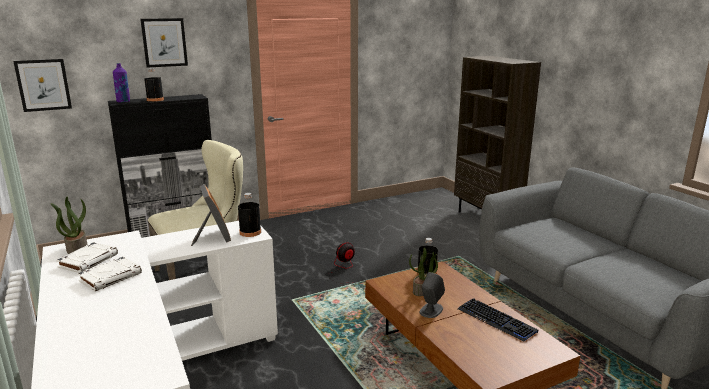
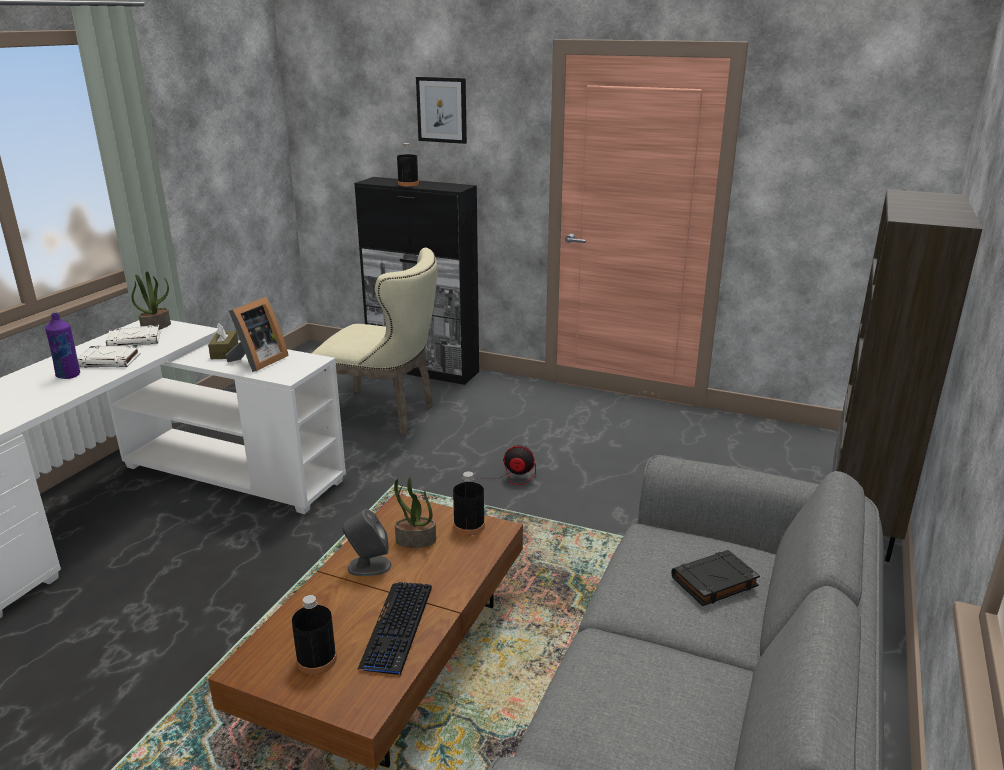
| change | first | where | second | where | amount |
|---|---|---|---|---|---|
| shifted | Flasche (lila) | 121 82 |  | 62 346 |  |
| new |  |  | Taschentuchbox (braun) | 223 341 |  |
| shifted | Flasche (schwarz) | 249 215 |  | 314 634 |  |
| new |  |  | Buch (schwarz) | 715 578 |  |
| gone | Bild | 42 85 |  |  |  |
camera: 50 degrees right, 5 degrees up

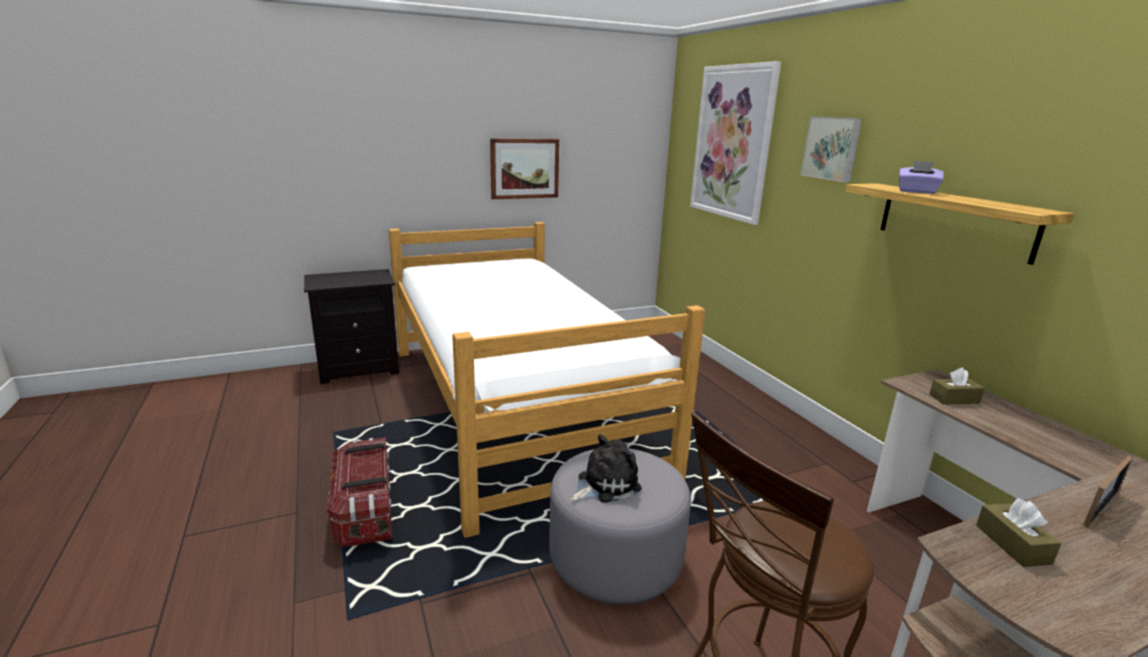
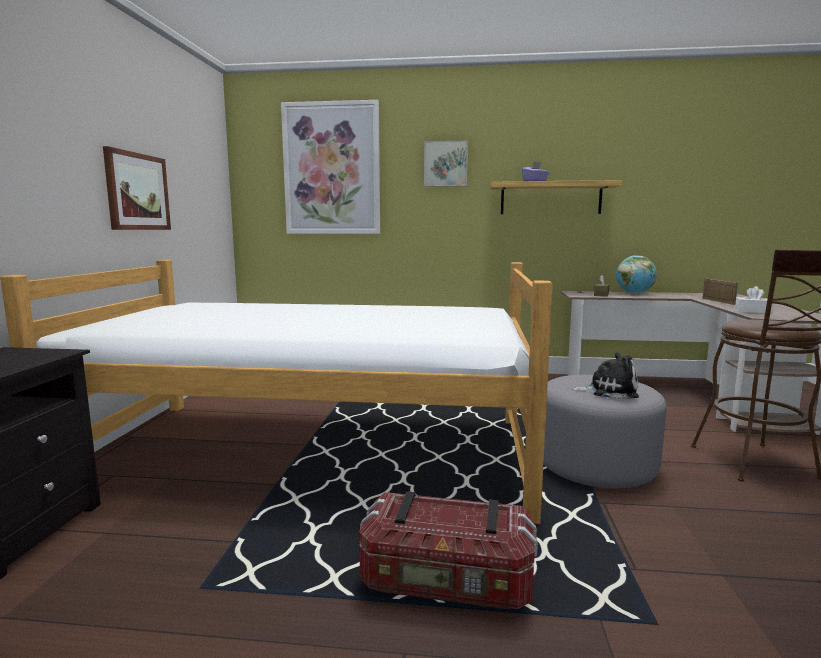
| change | first | where | second | where | amount |
|---|---|---|---|---|---|
| rotated | Plüschtier | 606 468 |  | 605 375 | 105 degrees clockwise |
| new |  |  | Globus | 636 274 |  |
| repainted | Taschentuchbox (braun) | 1018 532 | Taschentuchbox (weiß) | 754 300 |  |
camera: 60 degrees left, 10 degrees down

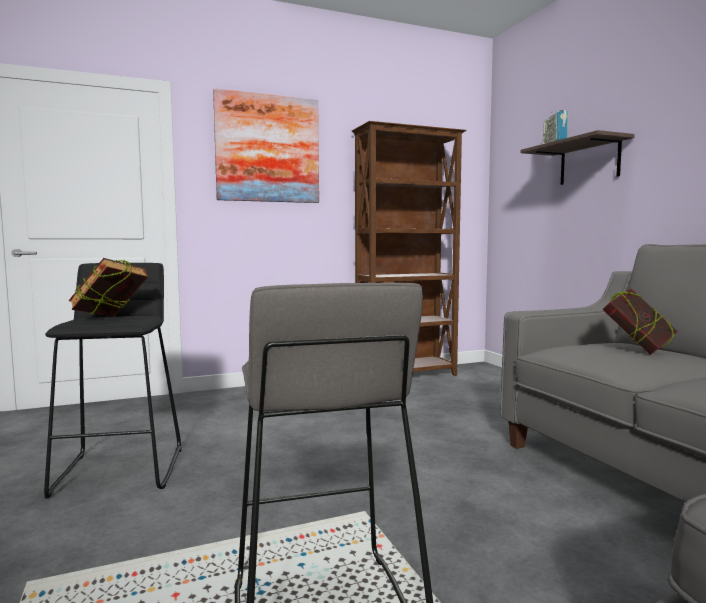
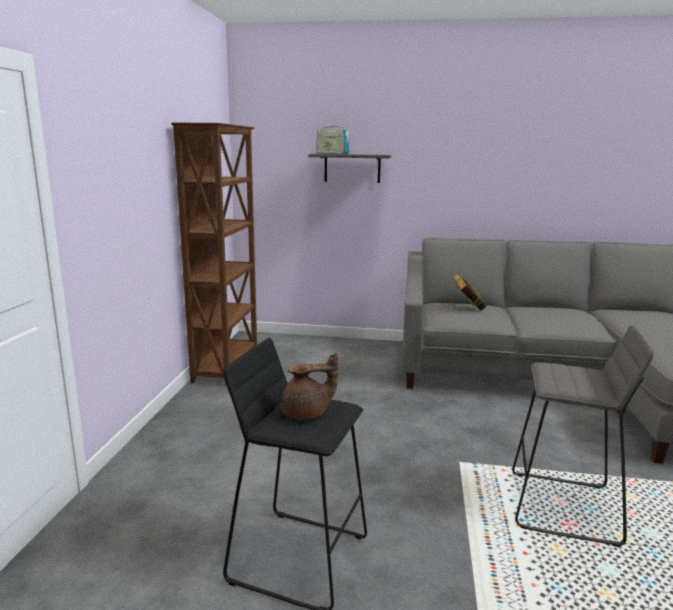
| change | first | where | second | where | amount |
|---|---|---|---|---|---|
| swapped | Buch | 108 287 | Teekanne (braun) | 309 386 |  |
| gone | Bild | 266 146 |  |  |  |
camera: 60 degrees left, 10 degrees up

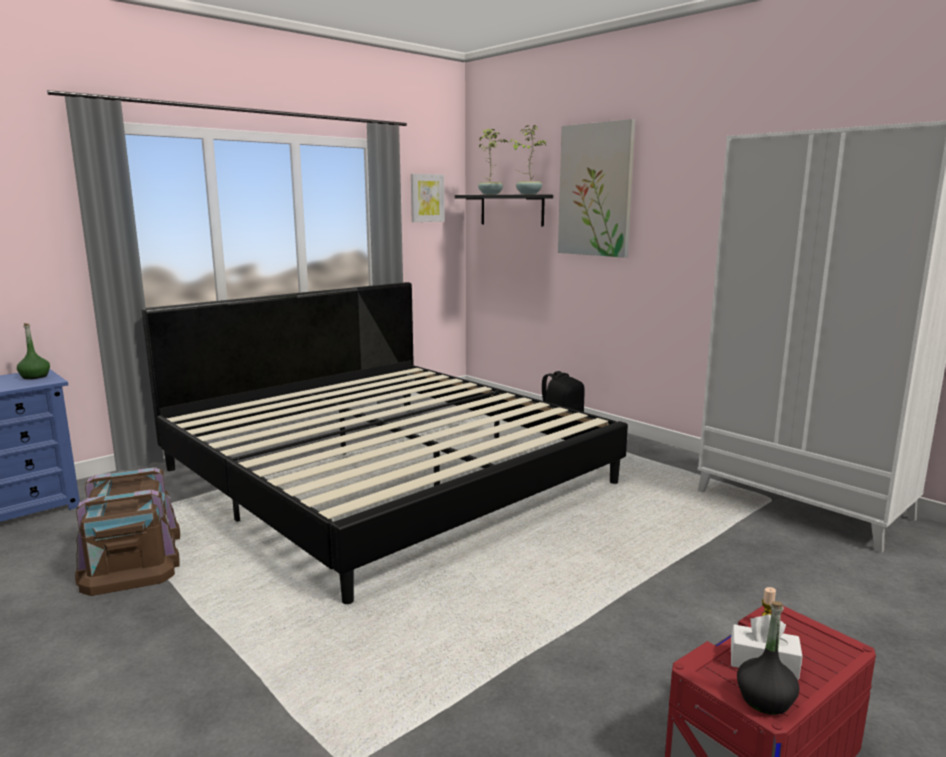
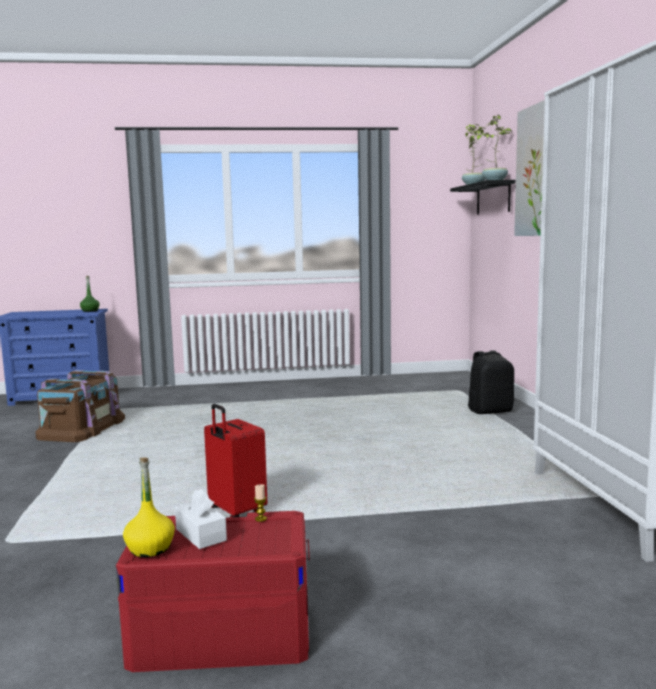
| change | first | where | second | where | amount |
|---|---|---|---|---|---|
| repainted | Flasche (schwarz) | 768 658 | Flasche (gelb) | 149 507 |  |
| new |  |  | Koffer (rot) | 235 460 |  |
| gone | Bett | 385 443 |  |  |  |
| gone | Bild | 428 198 |  |  |  |
camera: 35 degrees right, 5 degrees down

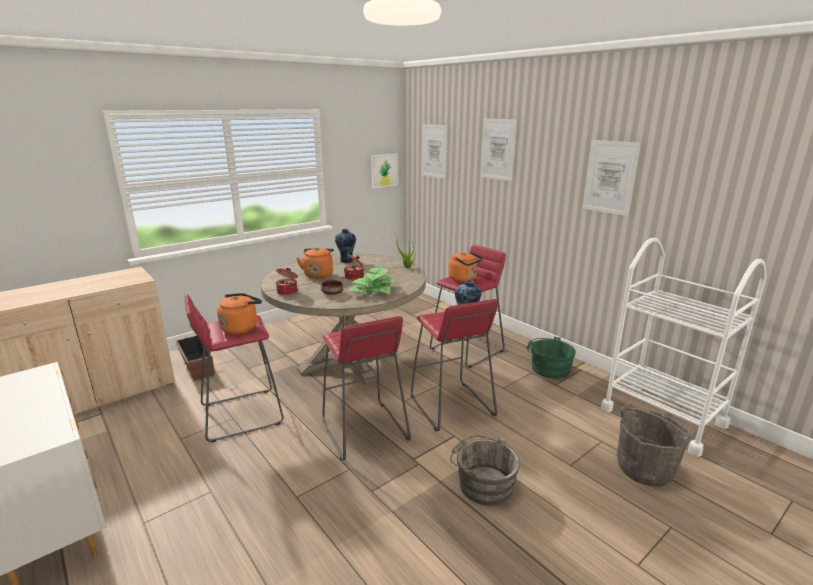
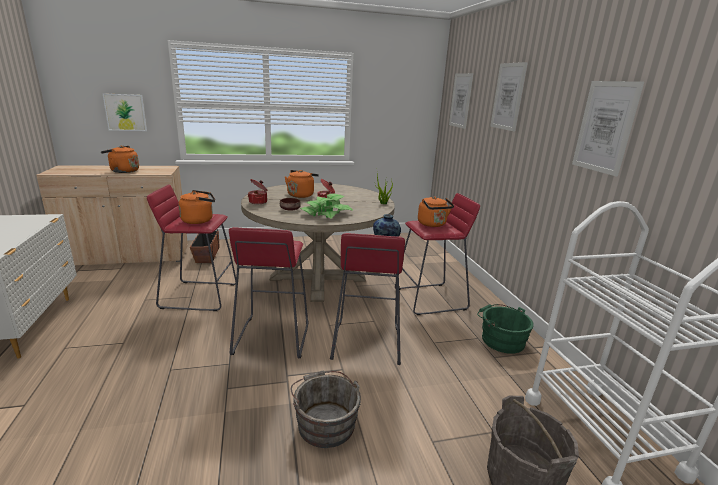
| change | first | where | second | where | amount |
|---|---|---|---|---|---|
| new |  |  | Wasserkessel (orange) | 120 159 |  |
| shifted | Bild | 384 171 |  | 124 112 |  |
| gone | Vase | 345 246 |  |  |  |
camera: 25 degrees right, 0 degrees up

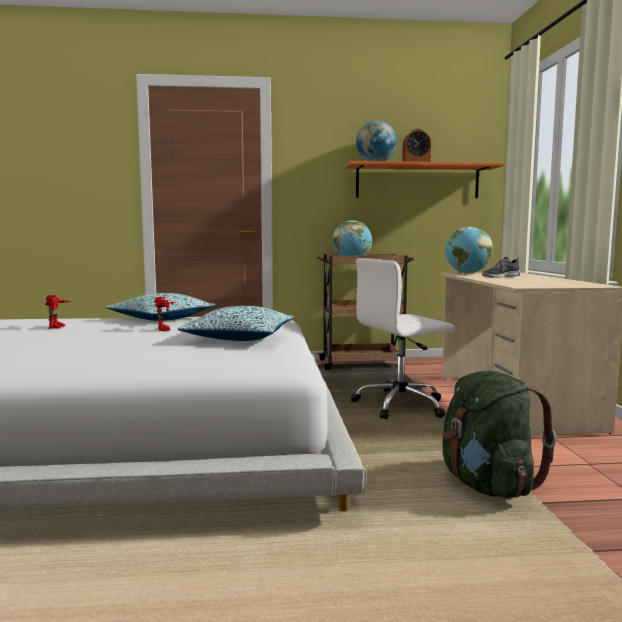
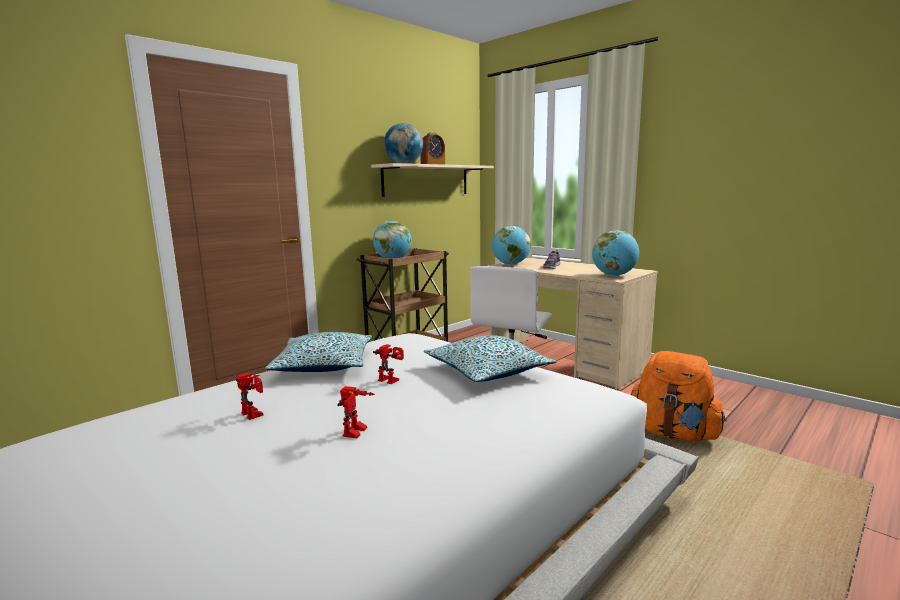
| change | first | where | second | where | amount |
|---|---|---|---|---|---|
| new |  |  | Spielzeugroboter | 356 412 |  |
| repainted | Wandregal (orange) | 424 179 | Wandregal (beige) | 432 180 |  |
| new |  |  | Globus | 615 253 |  |
| repainted | Rucksack (grün) | 500 435 | Rucksack (orange) | 678 396 |  |
camera: 40 degrees left, 5 degrees up

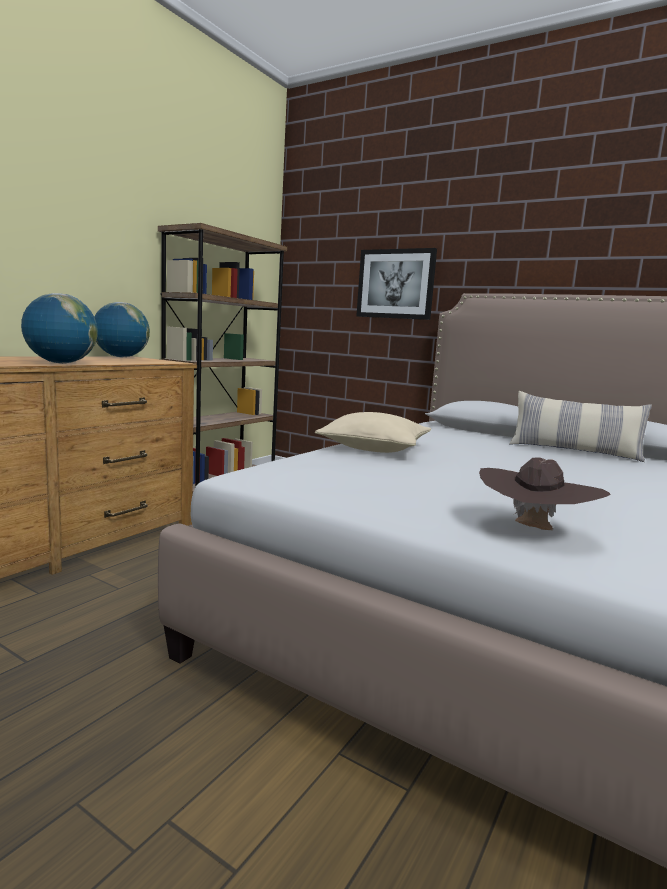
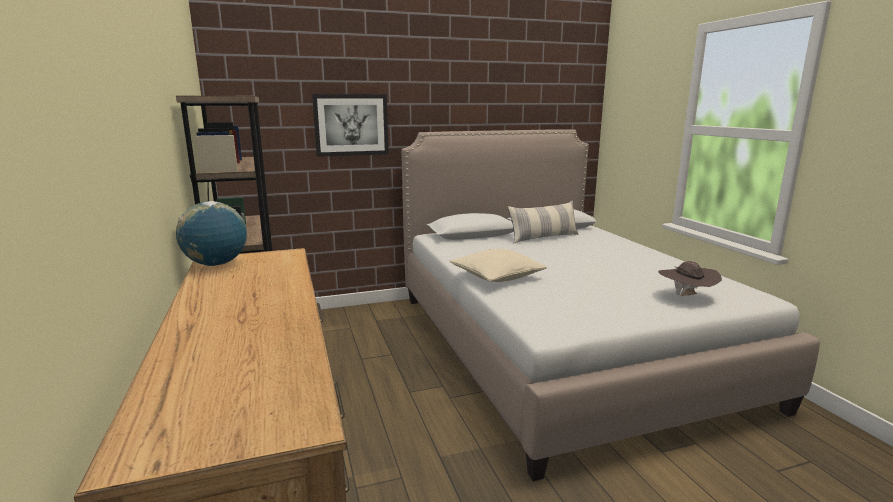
| change | first | where | second | where | amount |
|---|---|---|---|---|---|
| gone | Globus | 59 328 |  |  |  |
camera: 50 degrees left, 5 degrees up

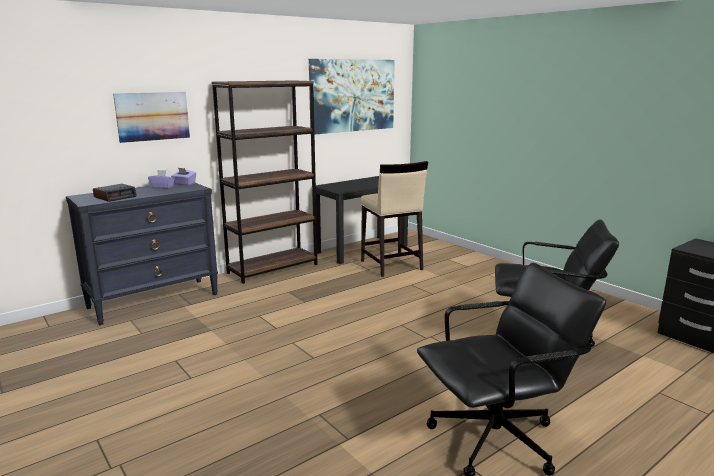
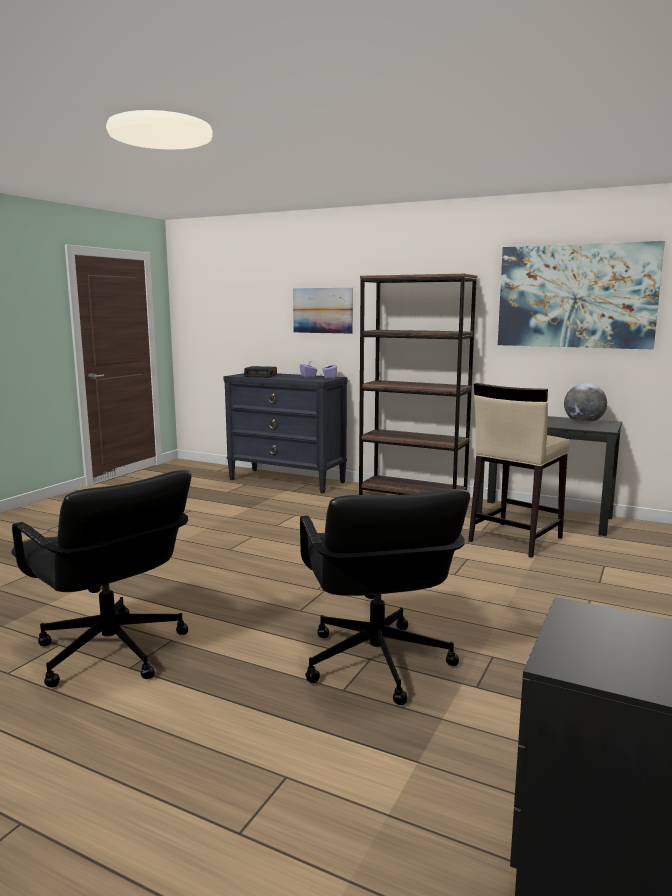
| change | first | where | second | where | amount |
|---|---|---|---|---|---|
| new |  |  | Globus | 585 403 |  |
camera: 65 degrees right, 5 degrees down

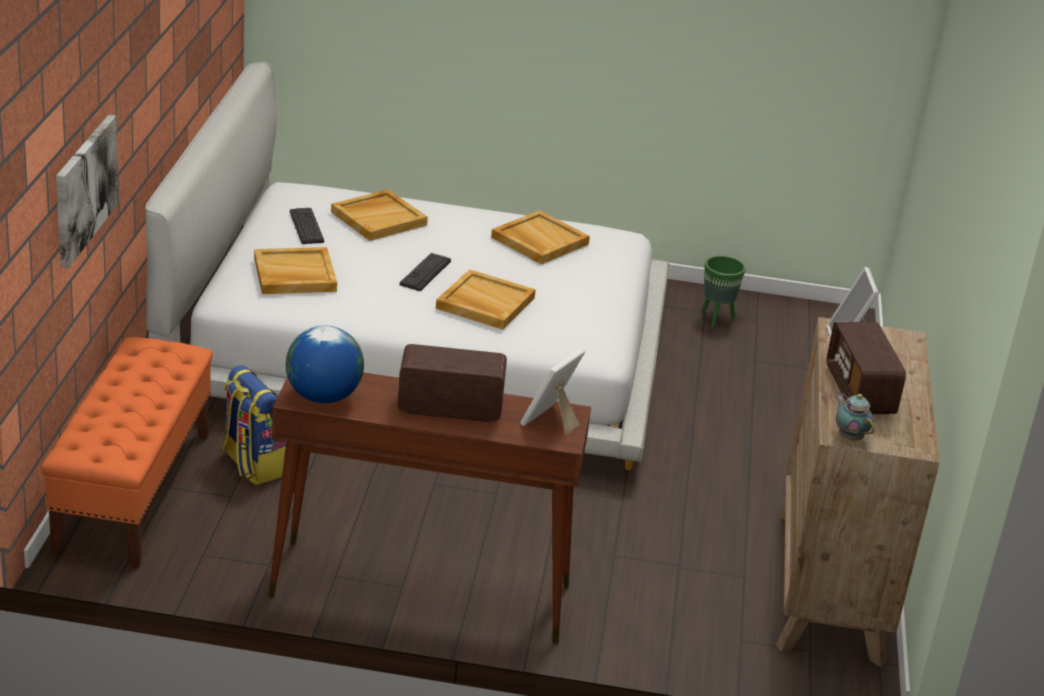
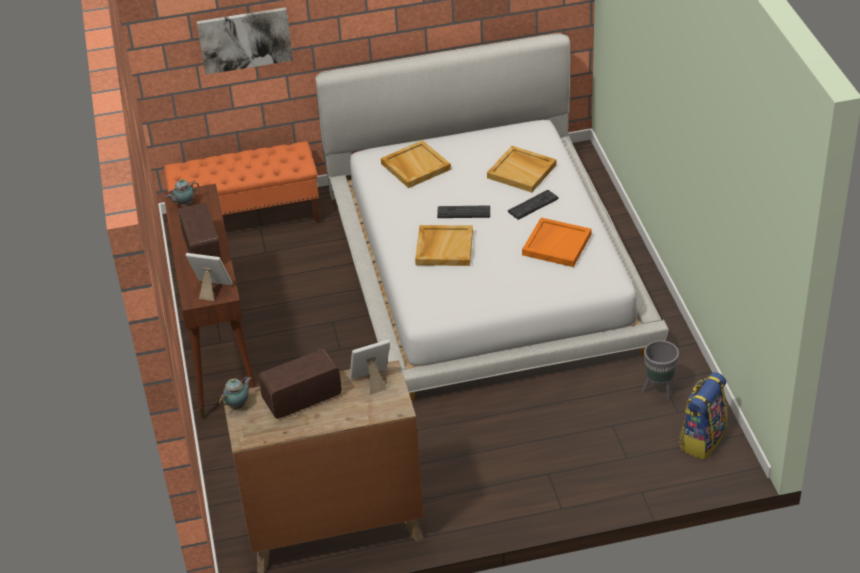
| change | first | where | second | where | amount |
|---|---|---|---|---|---|
| swapped | Globus | 325 365 | Teekanne | 182 192 |  |
| shifted | Tastatur | 307 226 |  | 533 205 |  |
| repainted | Tablett (beige) | 540 237 | Tablett (orange) | 557 242 |  |
| repainted | Pflanzkübel (grün) | 723 292 | Pflanzkübel (grau) | 660 370 |  |
| shifted | Rucksack | 253 425 |  | 703 416 |  |
camera: 75 degrees right, 10 degrees up

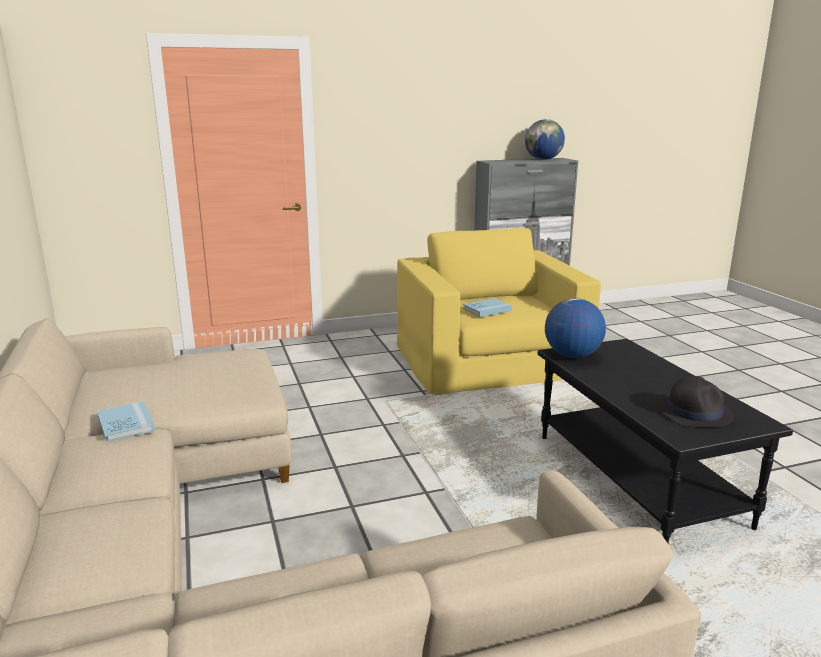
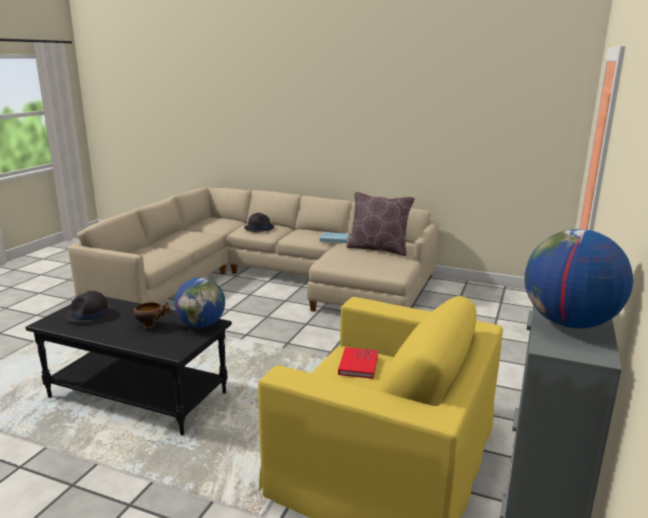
| change | first | where | second | where | amount |
|---|---|---|---|---|---|
| new |  |  | Schüssel | 151 315 |  |
| new |  |  | Hut (schwarz) | 259 223 |  |
| repainted | Buch (blau) | 487 307 | Buch (rot) | 358 363 |  |
| new |  |  | Kissen (braun) | 380 224 |  |
camera: 130 degrees right, 0 degrees up

